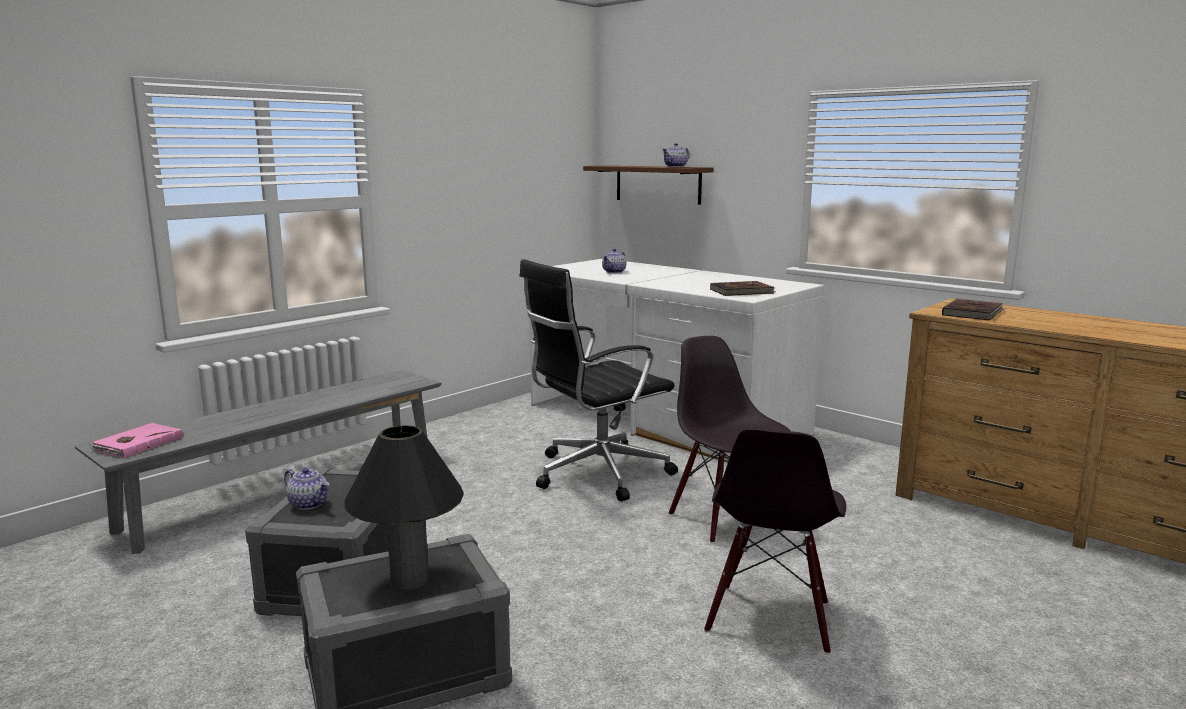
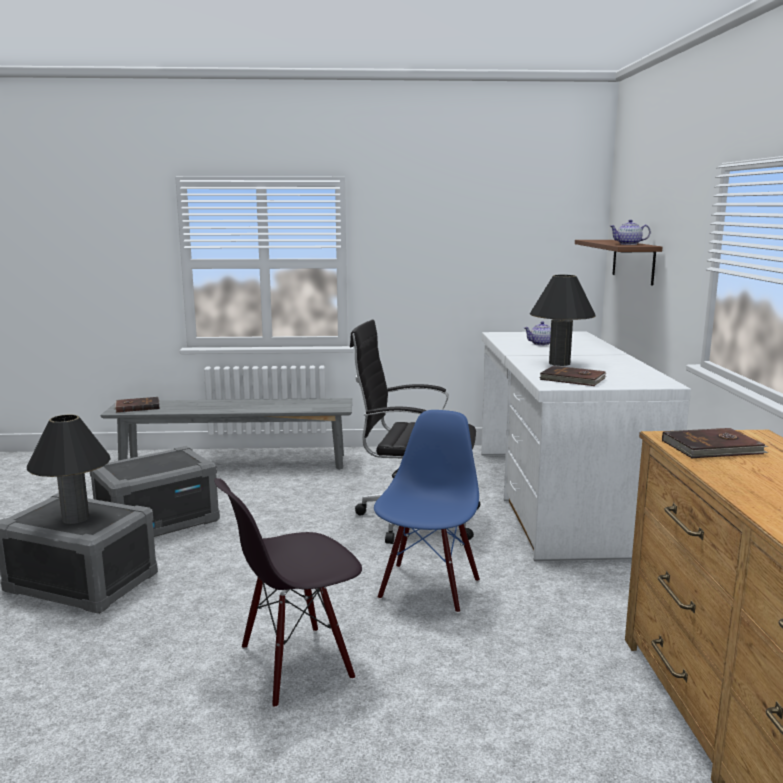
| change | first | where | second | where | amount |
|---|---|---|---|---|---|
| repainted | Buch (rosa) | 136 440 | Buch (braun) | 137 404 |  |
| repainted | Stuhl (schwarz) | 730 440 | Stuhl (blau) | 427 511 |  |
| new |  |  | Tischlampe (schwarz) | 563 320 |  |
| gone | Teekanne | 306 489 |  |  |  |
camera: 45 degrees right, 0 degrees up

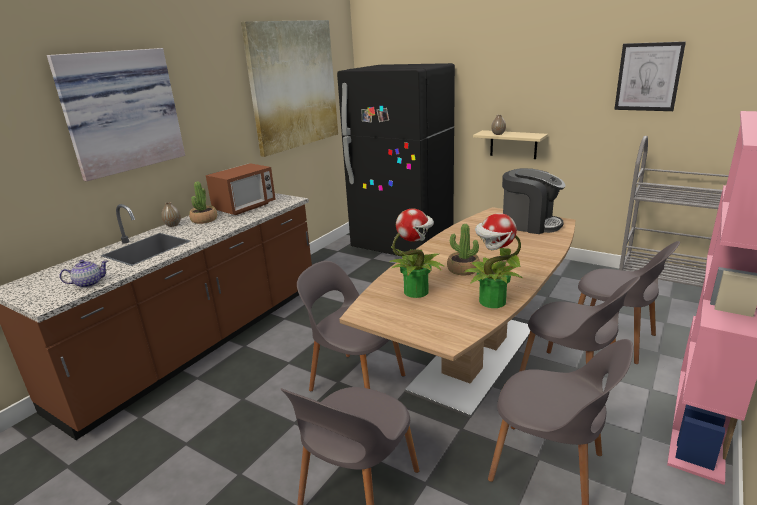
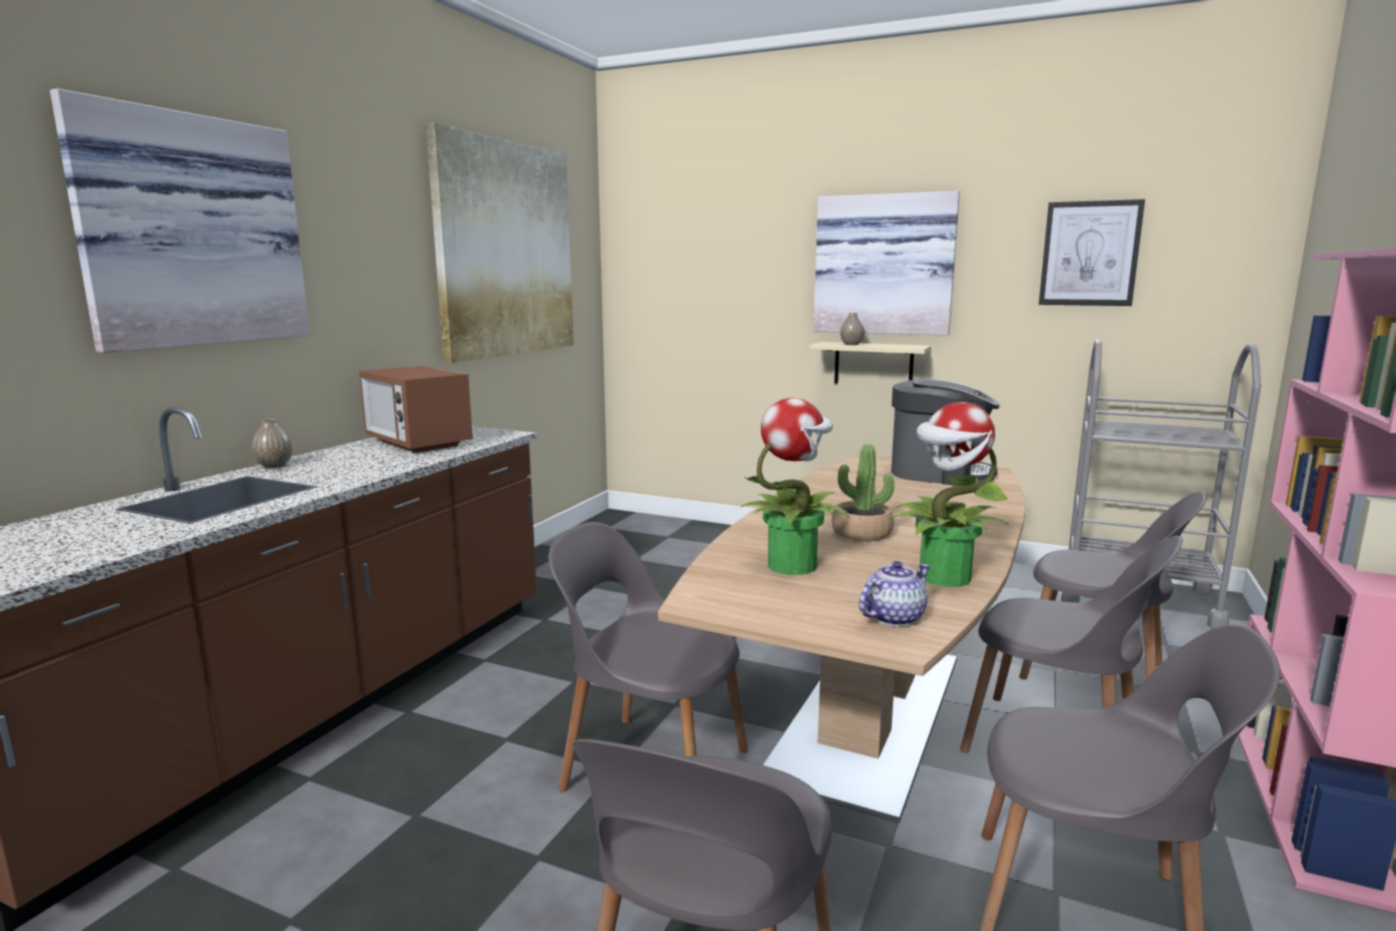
| change | first | where | second | where | amount |
|---|---|---|---|---|---|
| rotated | Mikrowelle | 241 189 |  | 416 409 | 105 degrees clockwise |
| new |  |  | Bild | 887 263 |  |
| shifted | Teekanne | 84 274 |  | 894 593 |  |
| gone | Topfpflanze | 203 202 |  |  |  |
| gone | Kühlschrank (schwarz) | 396 159 |  |  |  |
camera: 10 degrees left, 10 degrees down

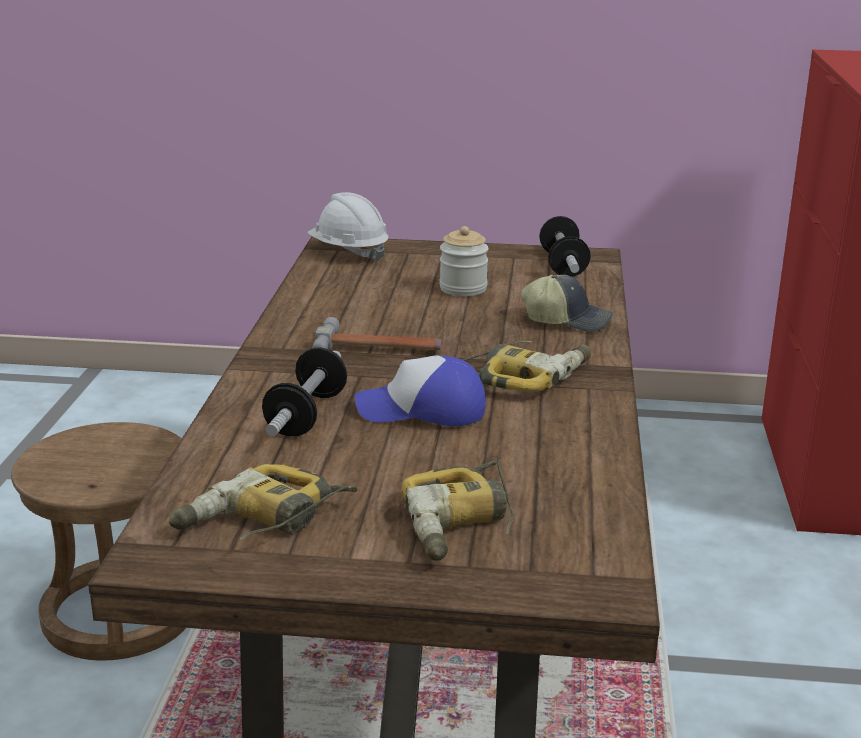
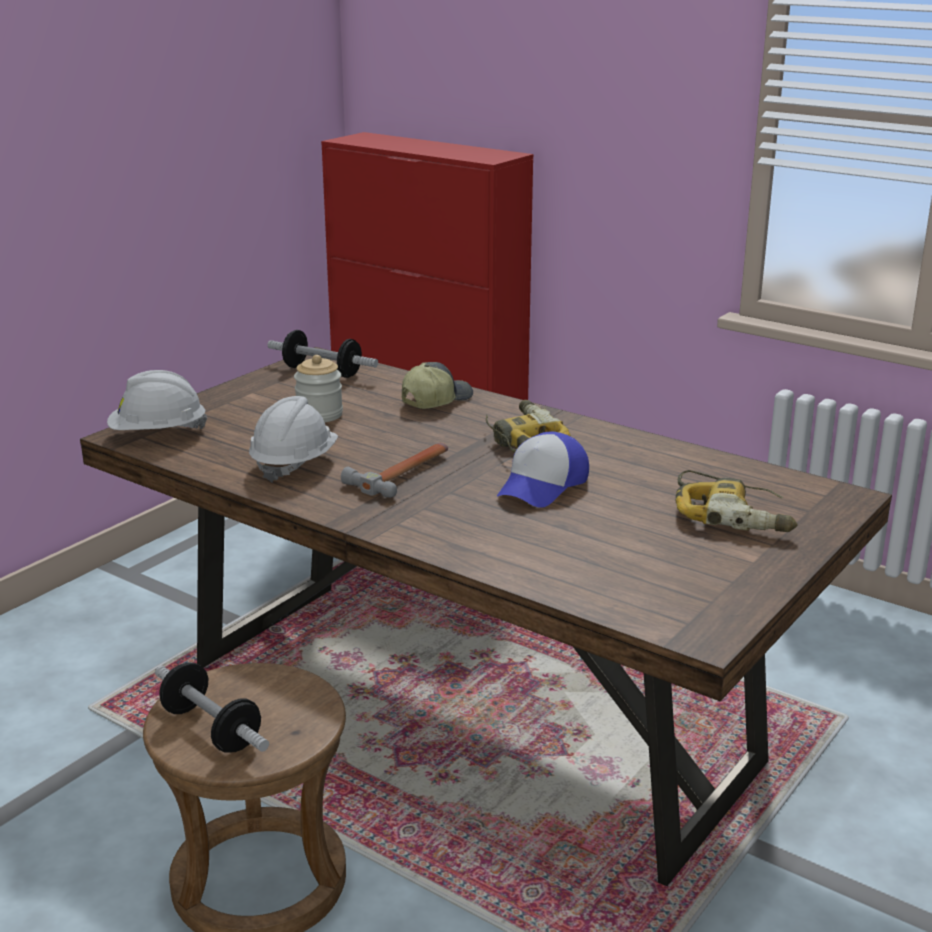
| change | first | where | second | where | amount |
|---|---|---|---|---|---|
| shifted | Hantel | 304 392 |  | 212 708 |  |
| new |  |  | Schutzhelm (weiß) | 293 439 |  |
| gone | Bohrmaschine | 263 502 |  |  |  |
camera: 60 degrees left, 0 degrees up

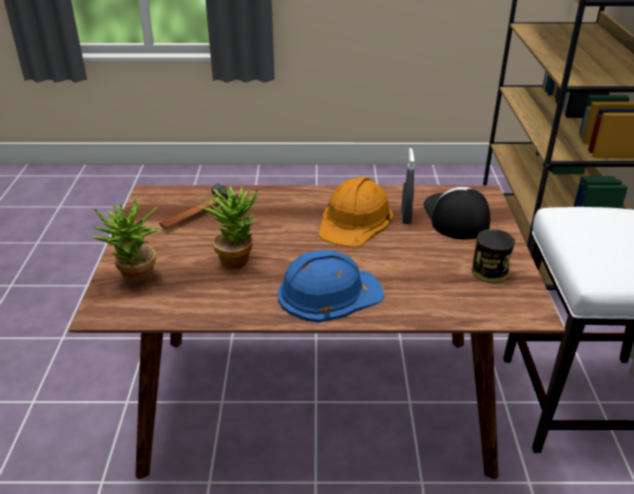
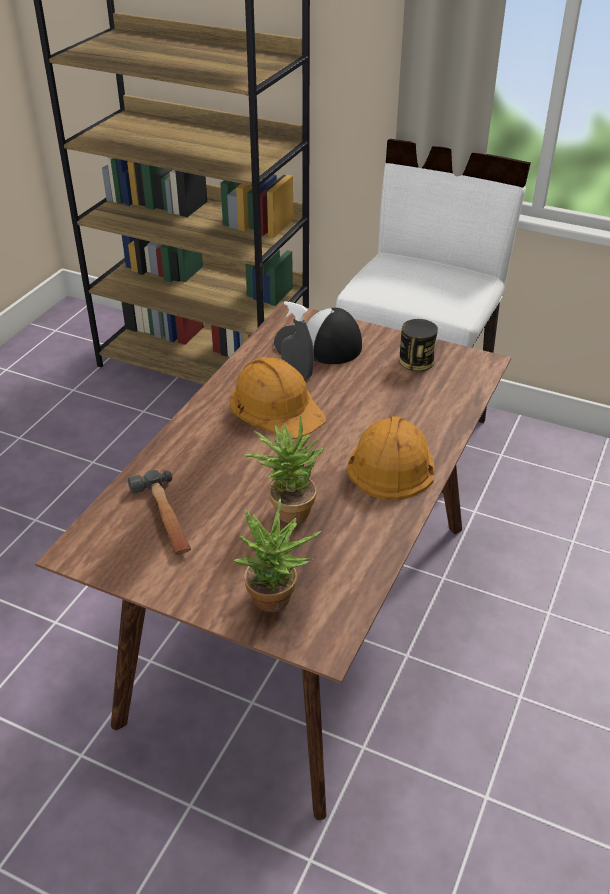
| change | first | where | second | where | amount |
|---|---|---|---|---|---|
| repainted | Schutzhelm (blau) | 331 286 | Schutzhelm (orange) | 391 458 |  |
camera: 65 degrees left, 5 degrees up

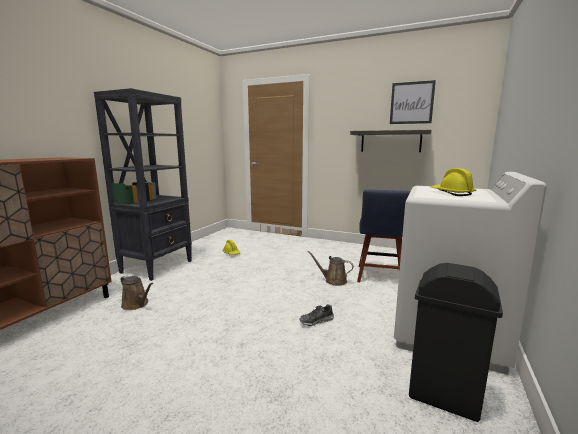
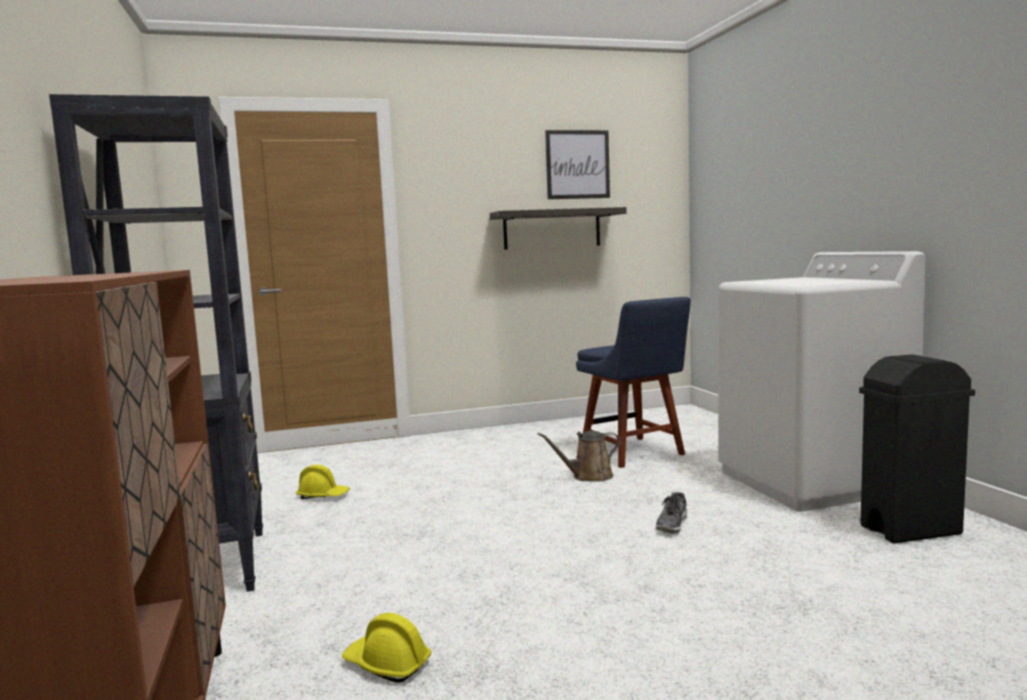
| change | first | where | second | where | amount |
|---|---|---|---|---|---|
| shifted | Schutzhelm (gelb) | 453 182 |  | 386 648 |  |
| gone | Gießkanne (braun) | 137 292 |  |  |  |
camera: 40 degrees left, 5 degrees down

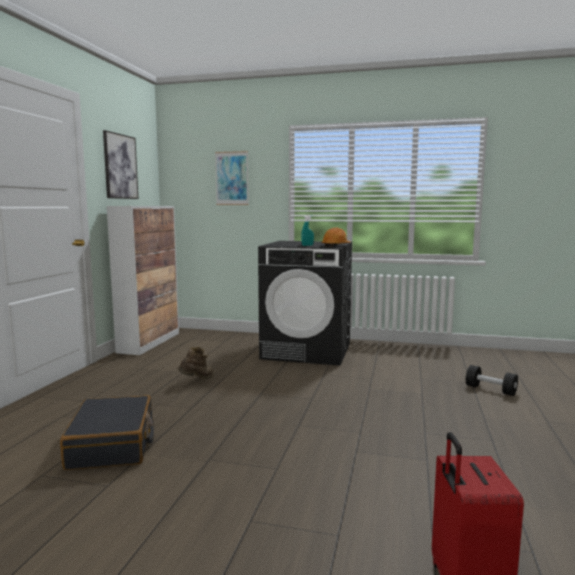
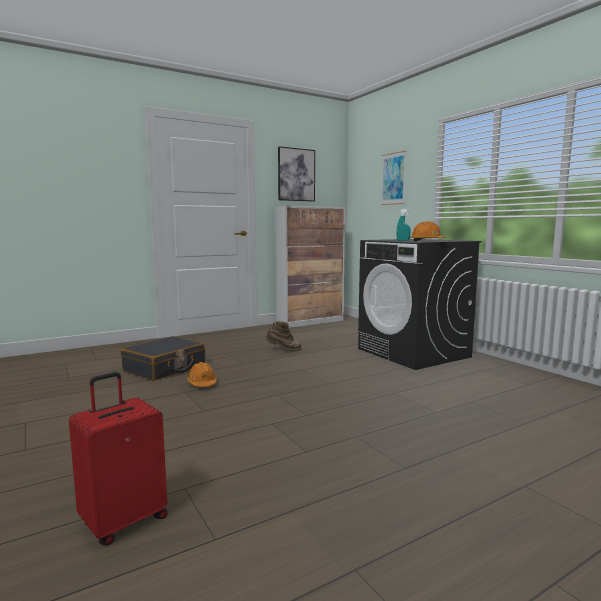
| change | first | where | second | where | amount |
|---|---|---|---|---|---|
| new |  |  | Schutzhelm (orange) | 202 374 |  |
| gone | Hantel (schwarz) | 492 380 |  |  |  |
camera: 45 degrees right, 0 degrees up

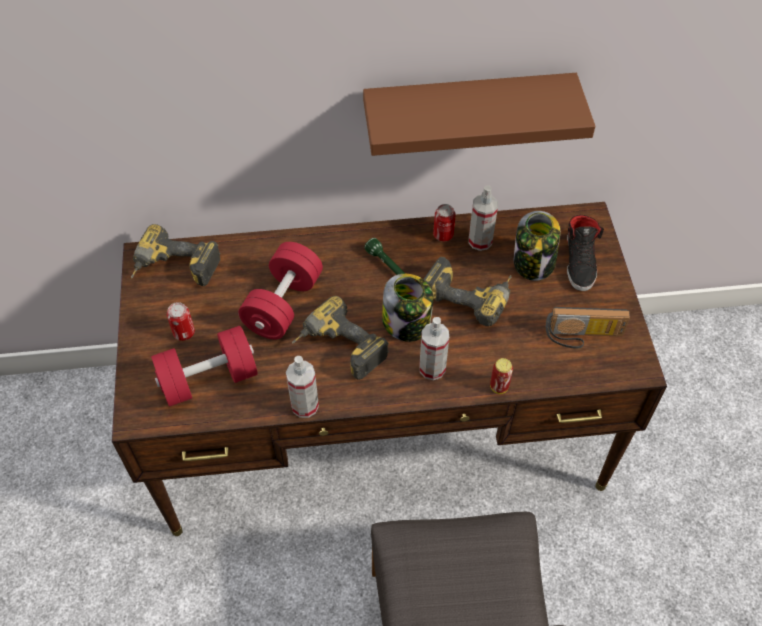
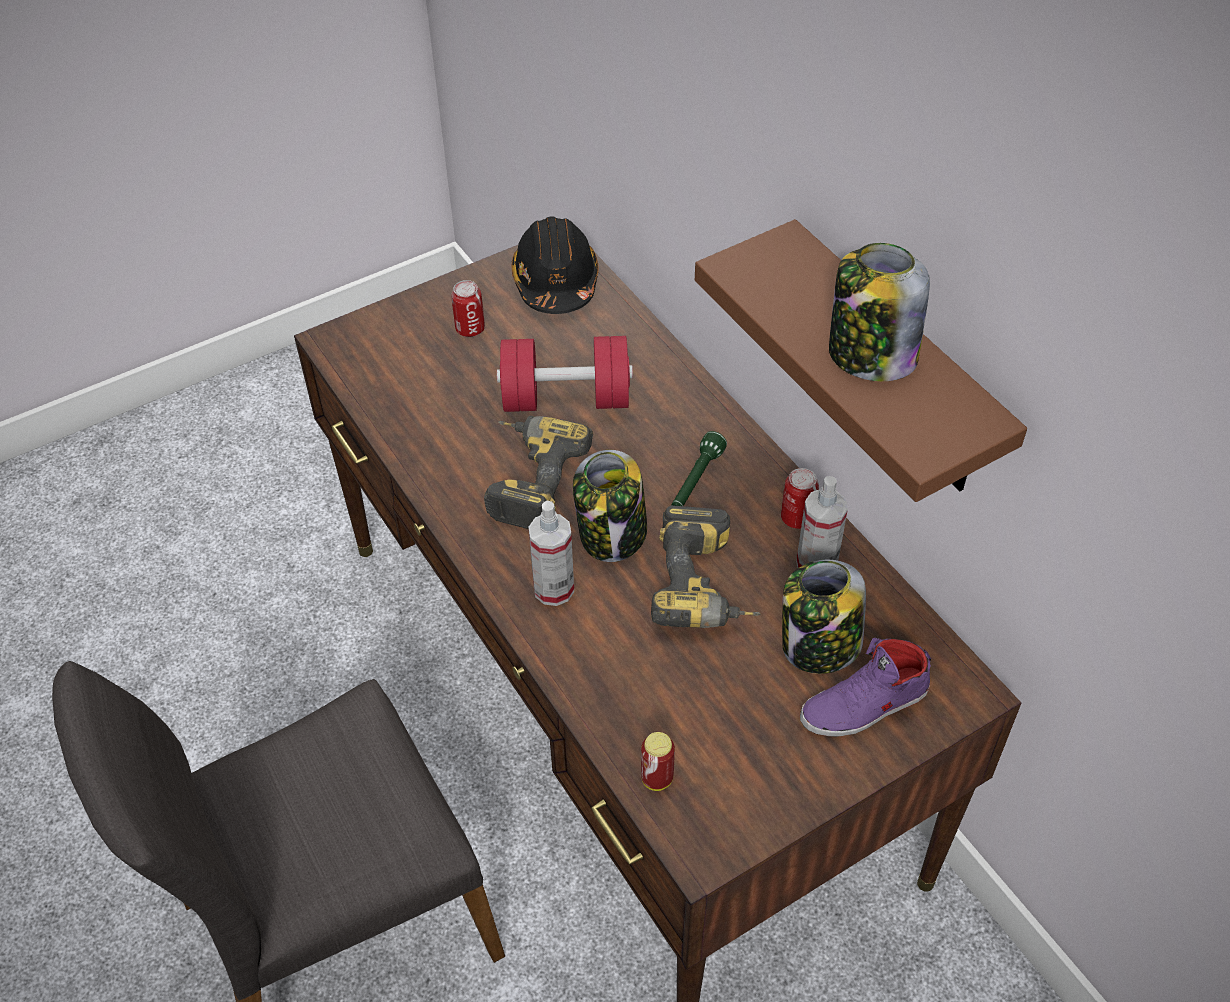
| change | first | where | second | where | amount |
|---|---|---|---|---|---|
| swapped | Bohrmaschine | 175 255 | Schutzhelm (schwarz) | 555 265 |  |
| shifted | Dose | 501 376 |  | 658 761 |  |
| repainted | Schuh (schwarz) | 585 253 | Schuh (lila) | 865 687 |  |
| new |  |  | Vorratsglas | 879 312 |  |
| gone | Hantel (rot) | 204 366 |  |  |  |
| gone | Sprühflasche | 302 387 |  |  |  |
| gone | Radio | 588 328 |  |  |  |
camera: 65 degrees right, 5 degrees down

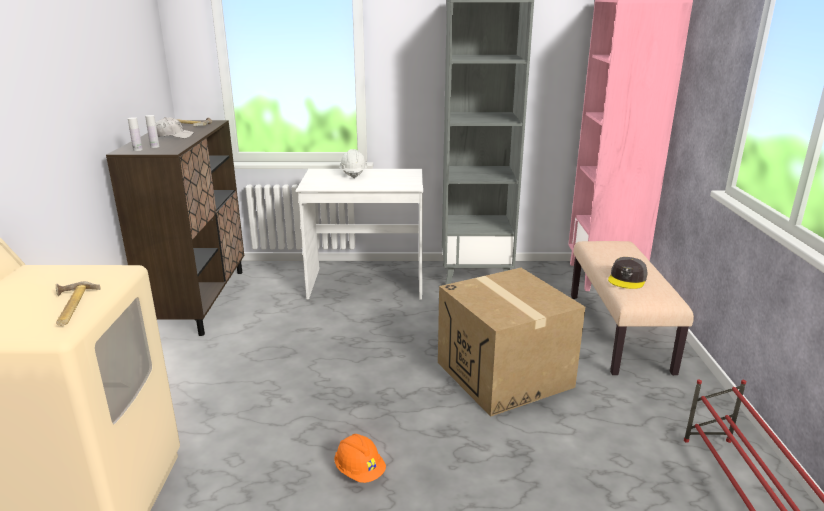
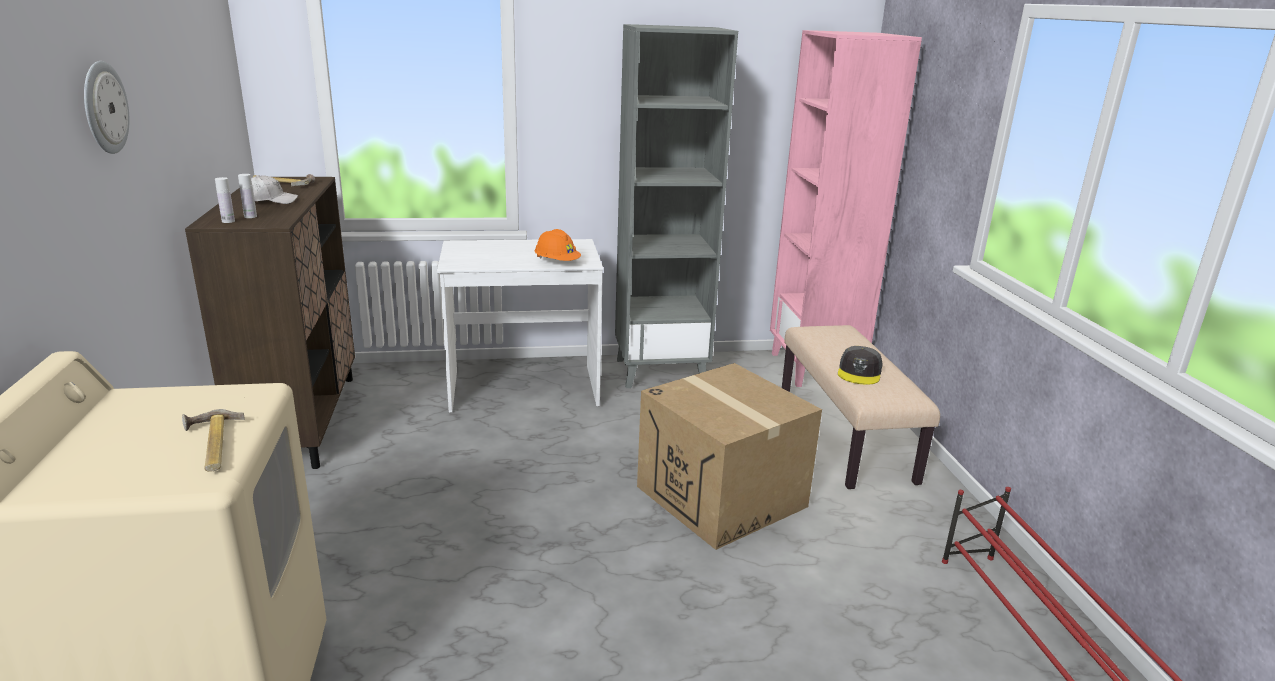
| change | first | where | second | where | amount |
|---|---|---|---|---|---|
| new |  |  | Wanduhr | 107 107 |  |
| shifted | Schutzhelm (orange) | 360 458 |  | 558 245 |  |
| gone | Schutzhelm (weiß) | 353 164 |  |  |  |
camera: 10 degrees left, 0 degrees up

